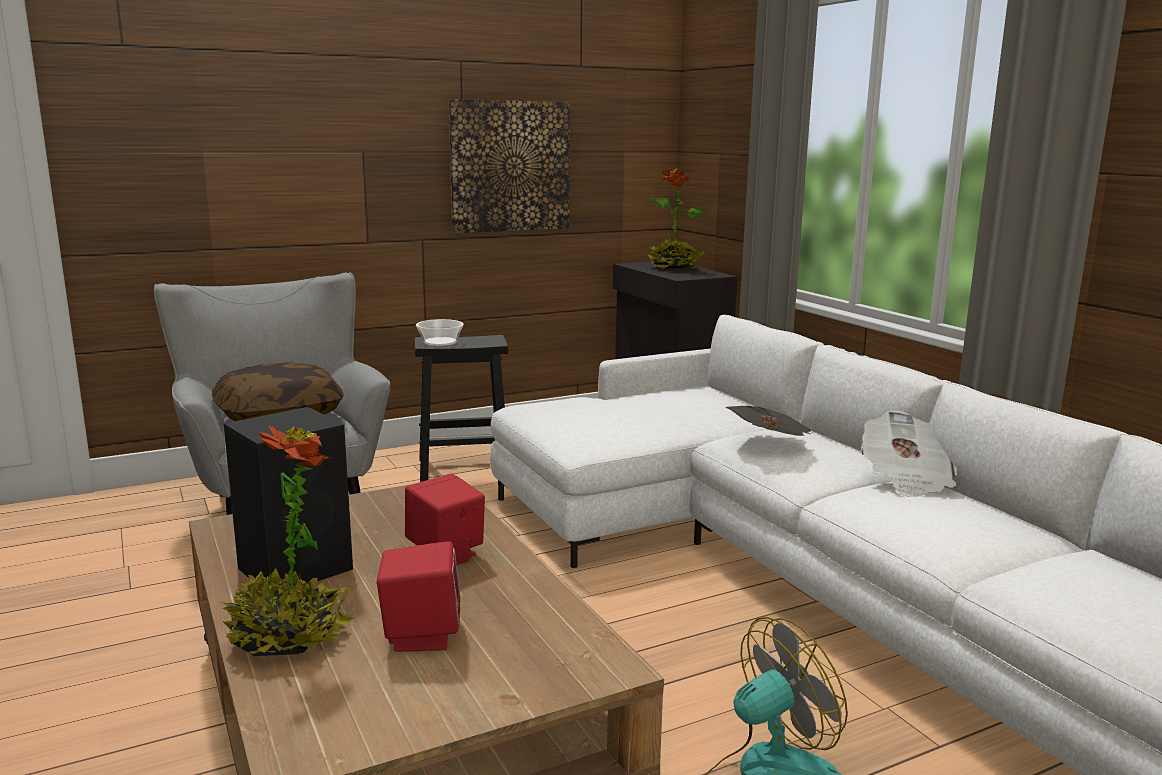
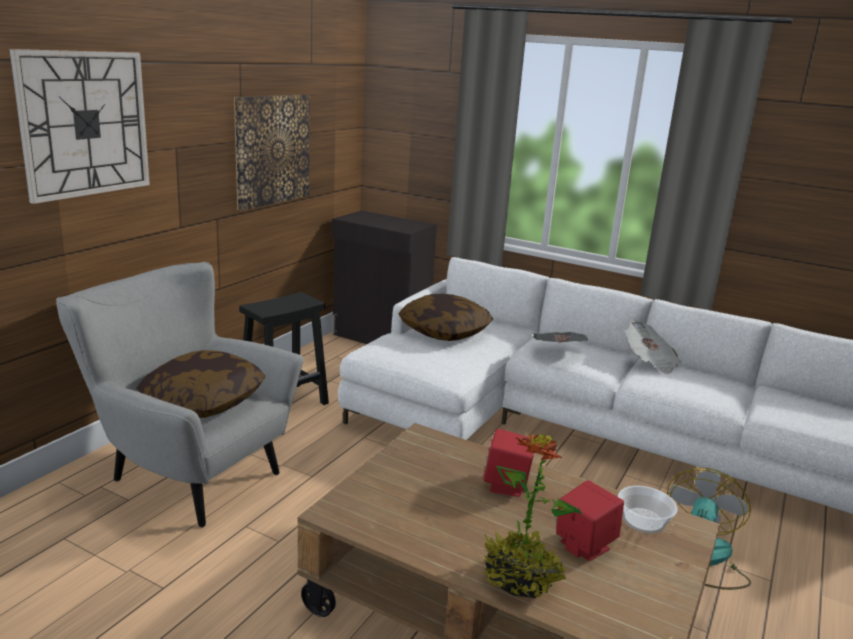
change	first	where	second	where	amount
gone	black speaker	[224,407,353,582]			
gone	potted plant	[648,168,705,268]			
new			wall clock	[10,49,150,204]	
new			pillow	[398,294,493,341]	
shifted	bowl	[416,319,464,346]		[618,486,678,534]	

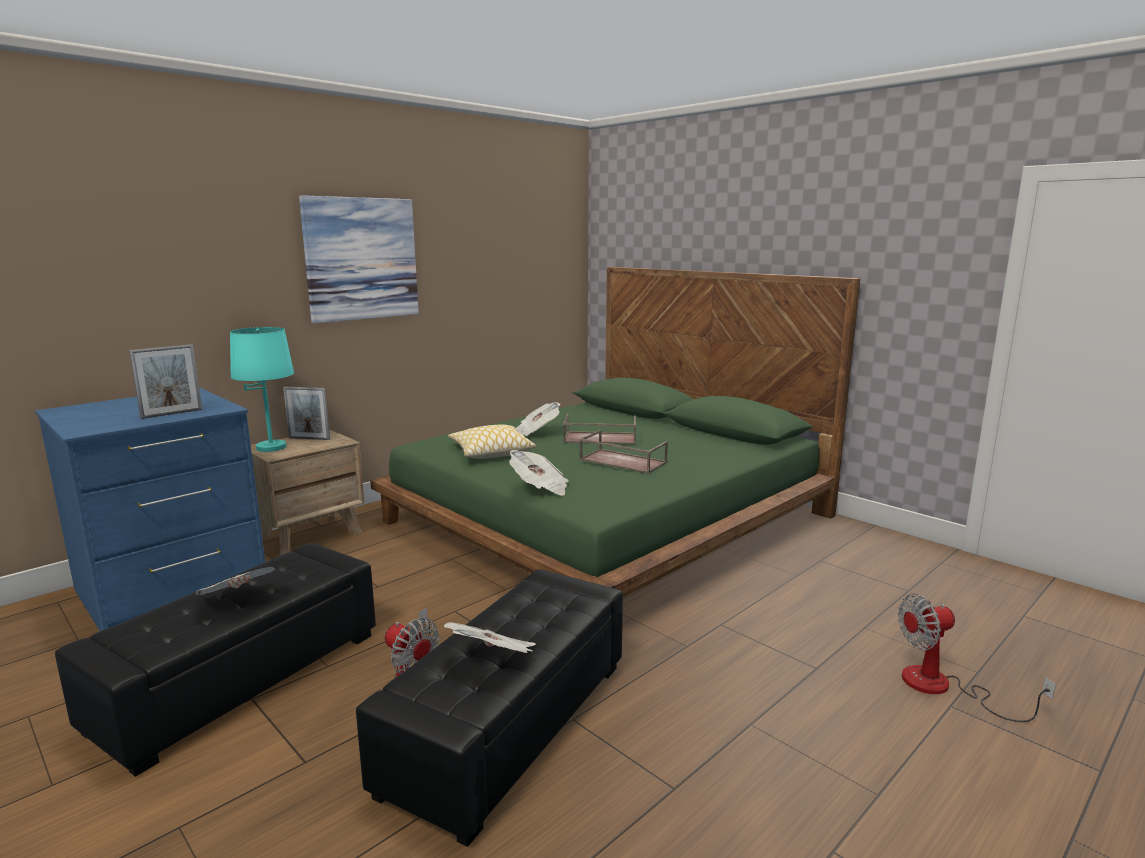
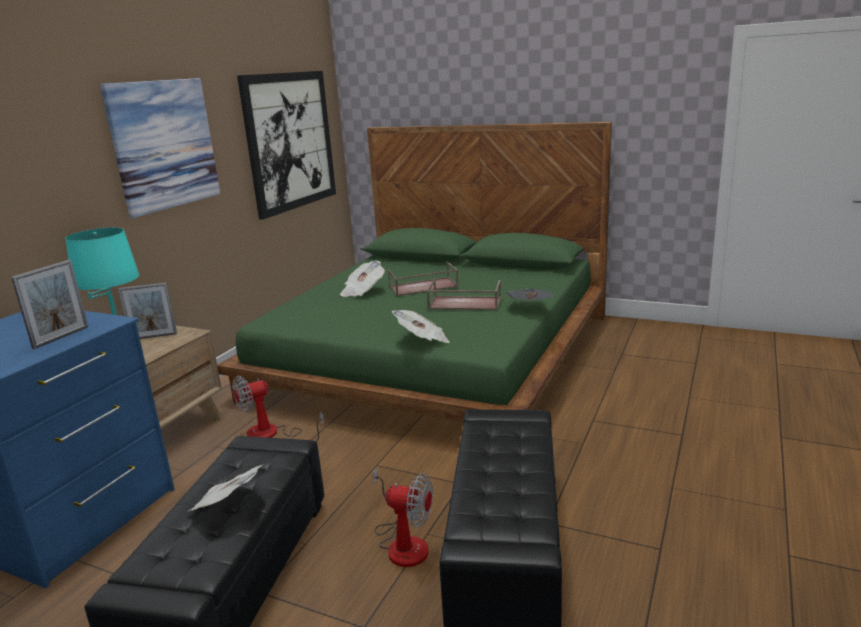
change	first	where	second	where	amount
gone	pillow	[448,424,536,459]			
new			picture	[237,71,336,220]	
shifted	newspaper	[444,622,536,653]		[505,289,555,300]	
shifted	fan	[898,594,1056,722]		[232,376,325,442]	

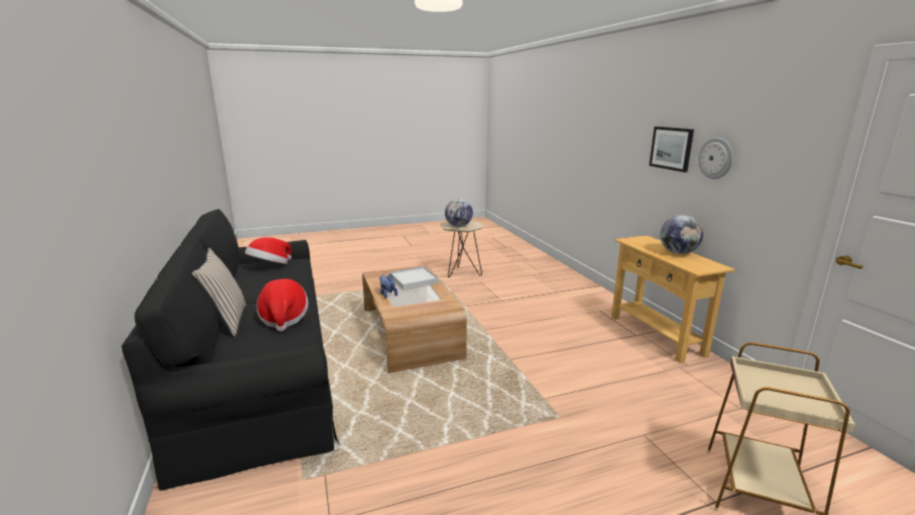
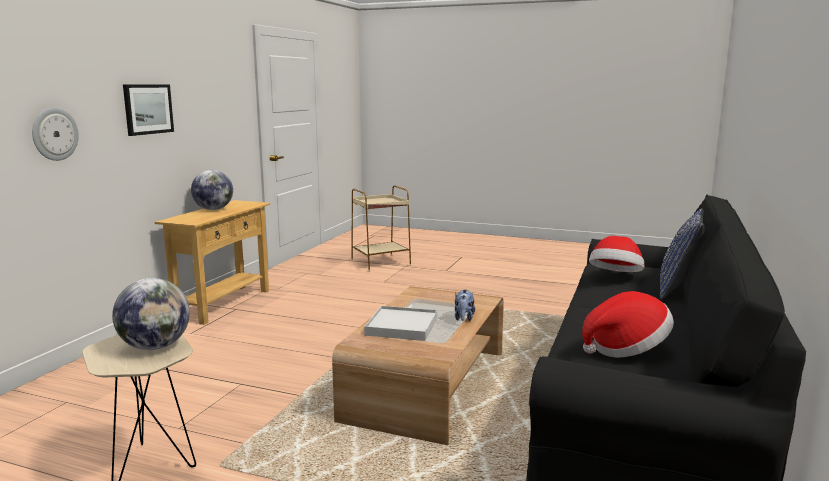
change	first	where	second	where	amount
shifted	wall clock	[698,137,733,179]		[32,107,79,161]	
repainted	beige pillow	[191,248,246,337]	blue pillow	[660,208,705,300]	

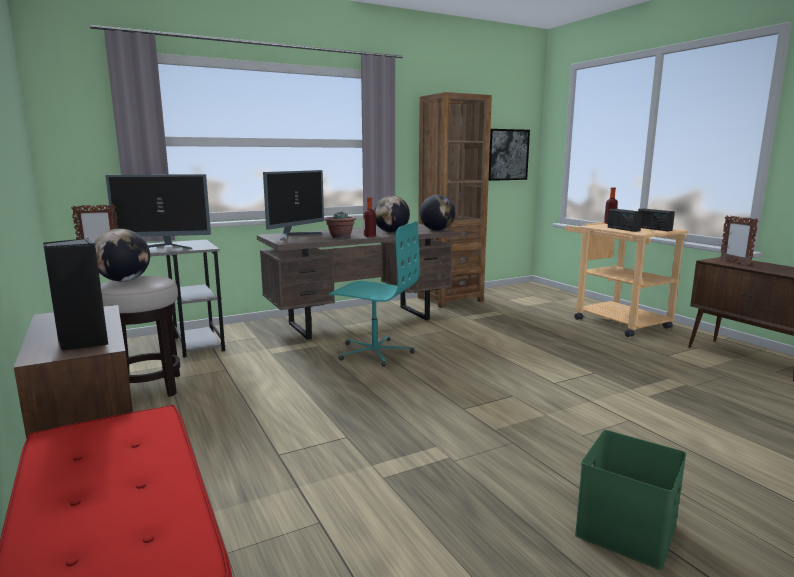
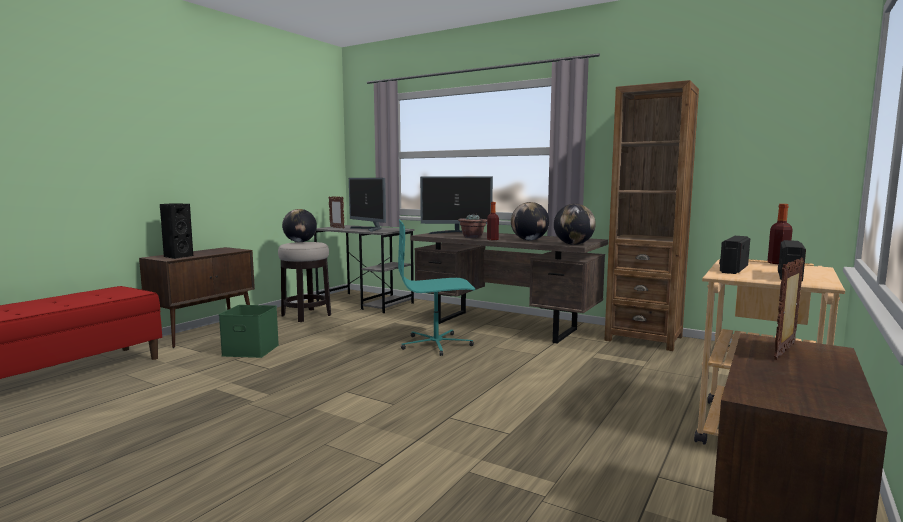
change	first	where	second	where	amount
gone	picture	[489,129,530,181]			
shifted	green storage box	[575,430,686,570]		[219,305,279,358]	
rotated	turquoise office chair	[329,221,420,366]		[398,220,475,356]	90 degrees clockwise

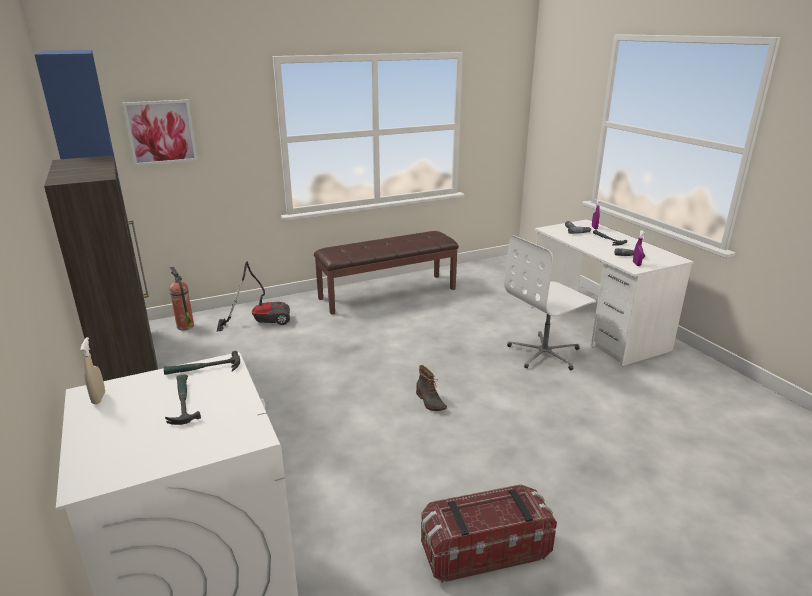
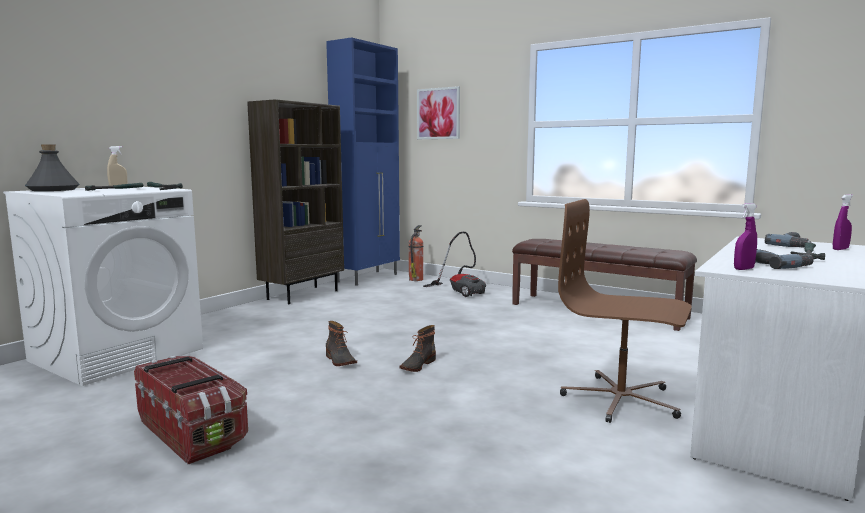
change	first	where	second	where	amount
new			grey bottle	[25,144,80,191]	
new			boot	[326,321,357,366]	
repainted	white office chair	[504,235,596,370]	brown office chair	[558,199,692,423]	

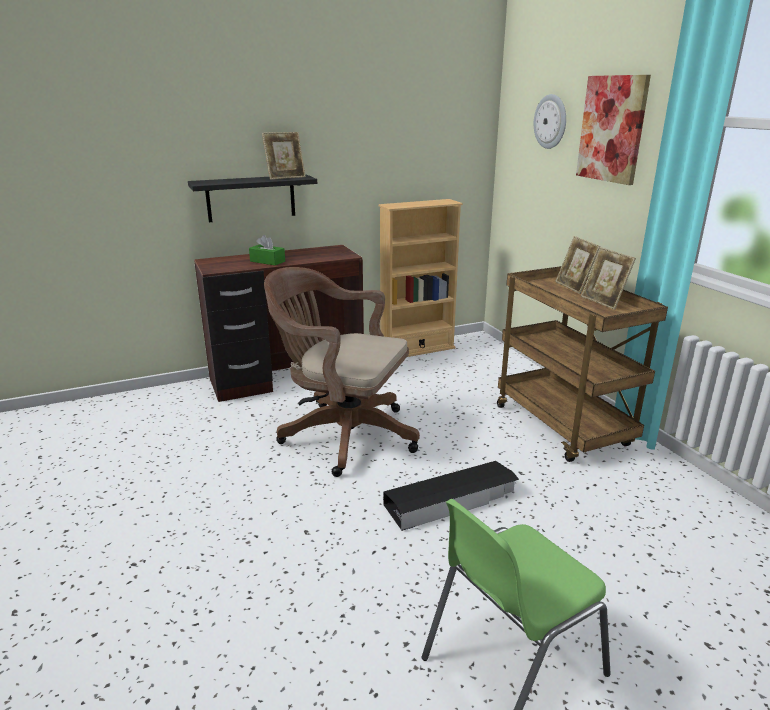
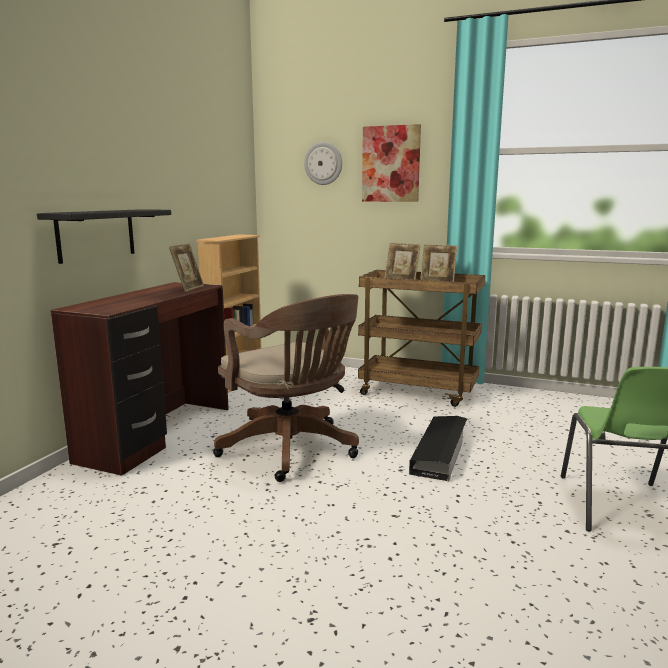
change	first	where	second	where	amount
gone	green tissue box	[249,235,285,265]			
shifted	picture frame	[262,132,306,180]		[169,243,204,292]	
rotated	brown office chair	[264,267,420,477]		[213,294,359,482]	105 degrees counterclockwise

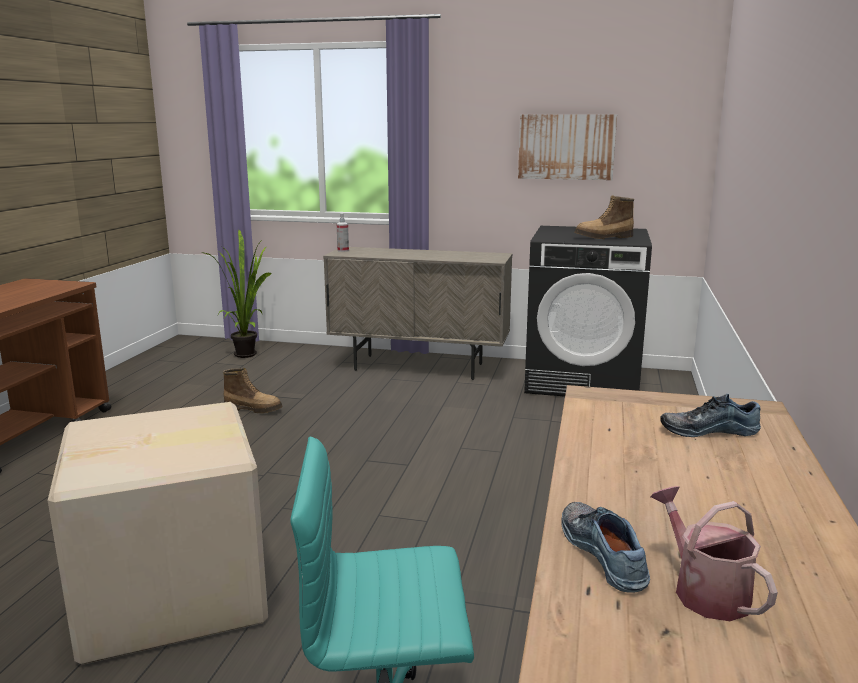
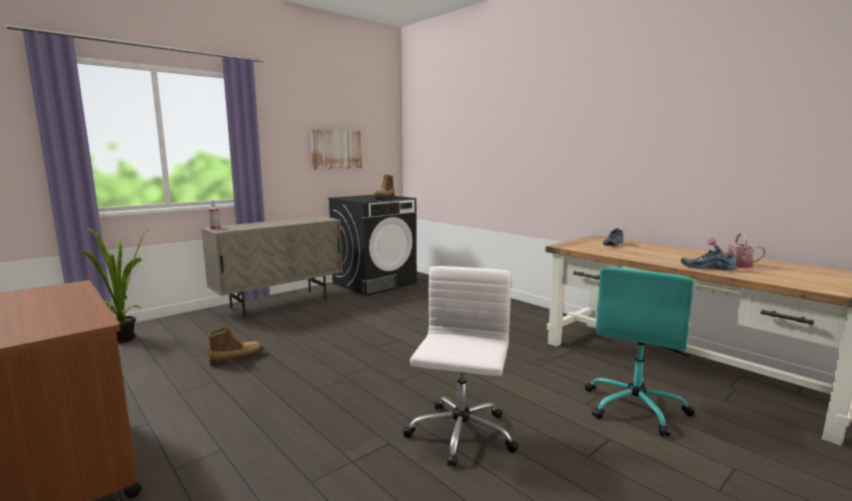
change	first	where	second	where	amount
swapped	cardboard box	[48,402,268,665]	white office chair	[403,266,518,467]	

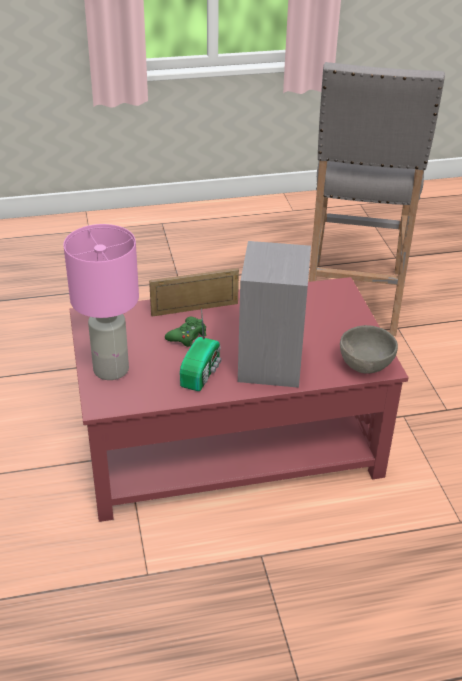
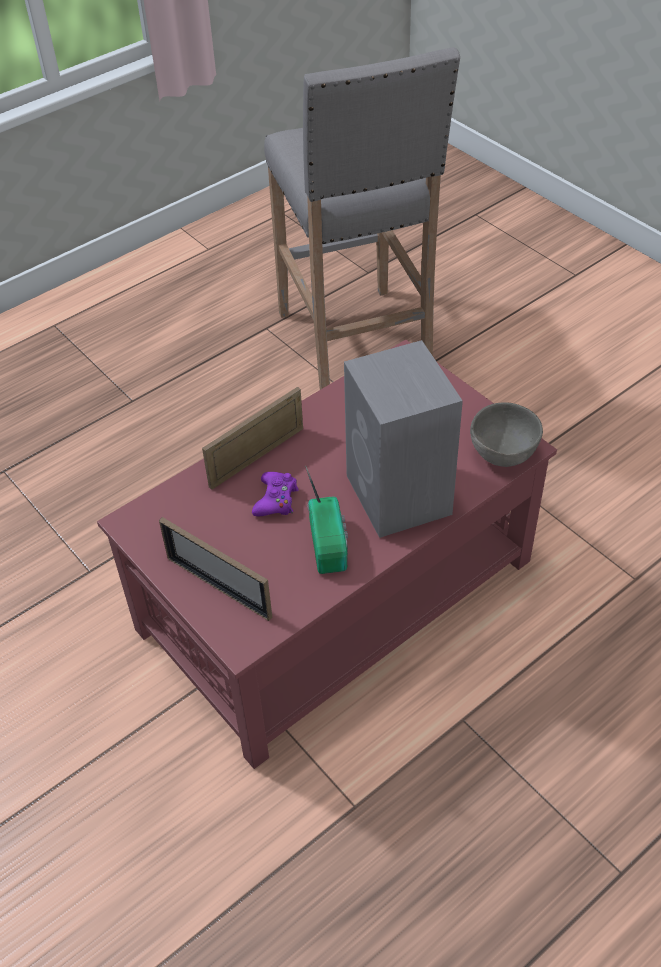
change	first	where	second	where	amount
swapped	pink table lamp	[63,224,139,380]	picture frame	[159,517,272,621]	
repainted	green game controller	[165,317,206,347]	purple game controller	[252,472,299,516]	

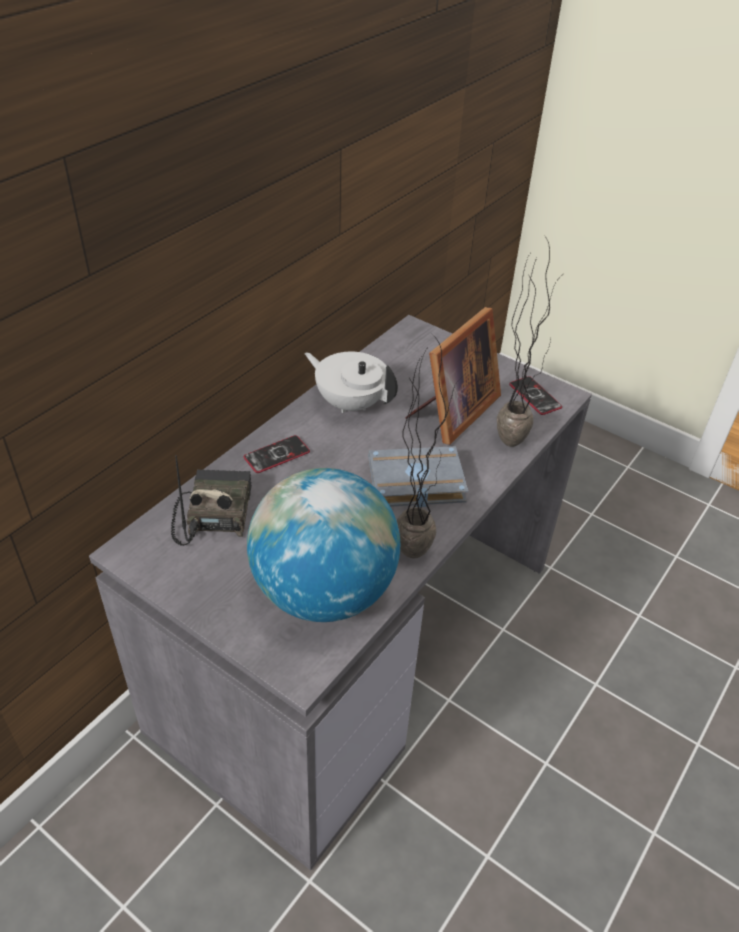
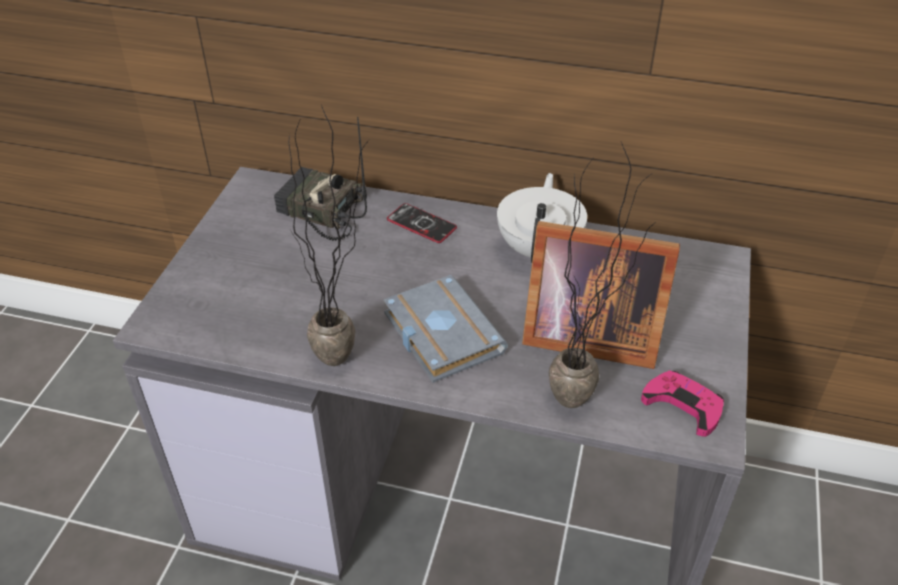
change	first	where	second	where	amount
gone	globe	[247,468,400,622]			
swapped	phone	[509,376,562,415]	pink game controller	[641,370,724,437]	
rotated	radio	[171,455,252,546]		[274,117,367,241]	135 degrees counterclockwise

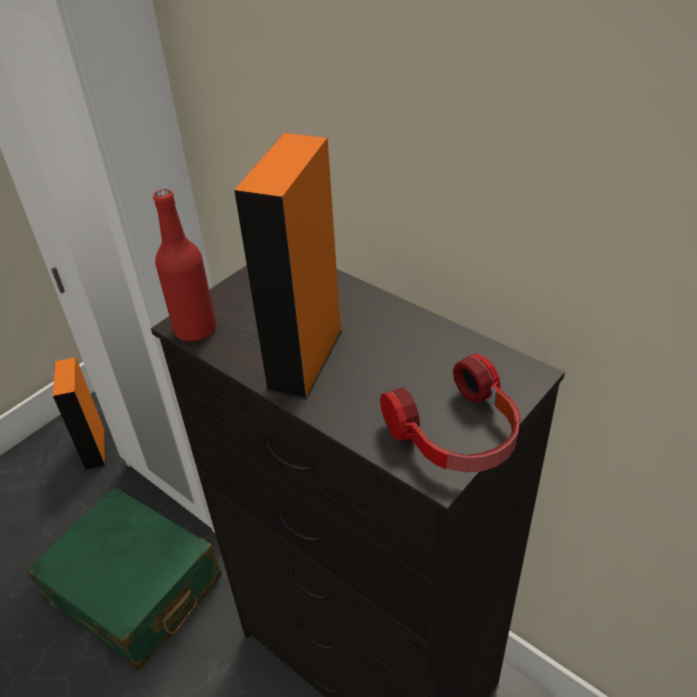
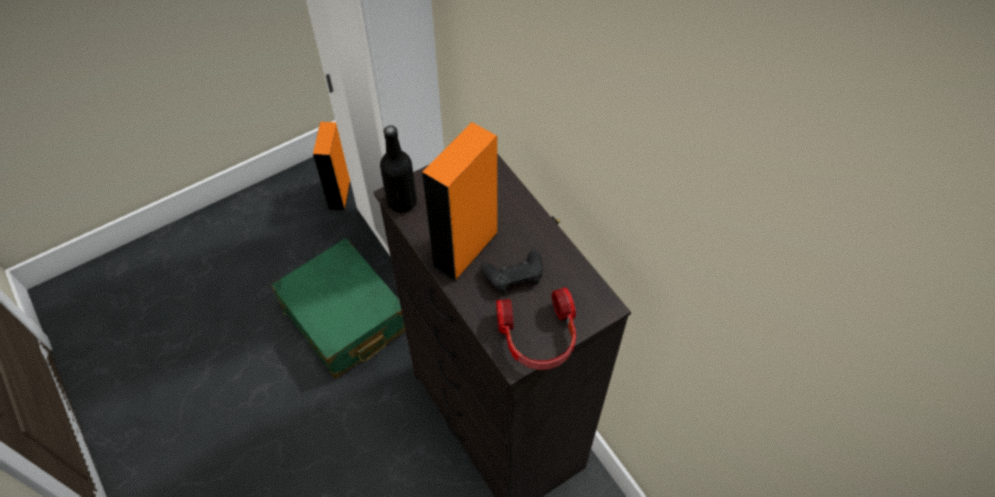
change	first	where	second	where	amount
new			black game controller	[480,250,543,293]	
repainted	red bottle	[153,189,216,342]	black bottle	[380,125,417,213]	

